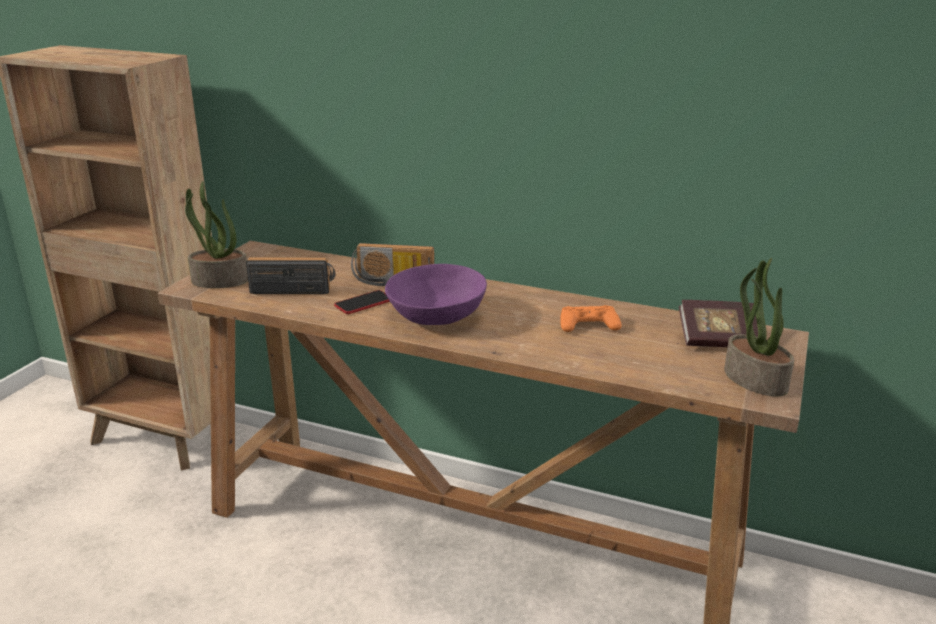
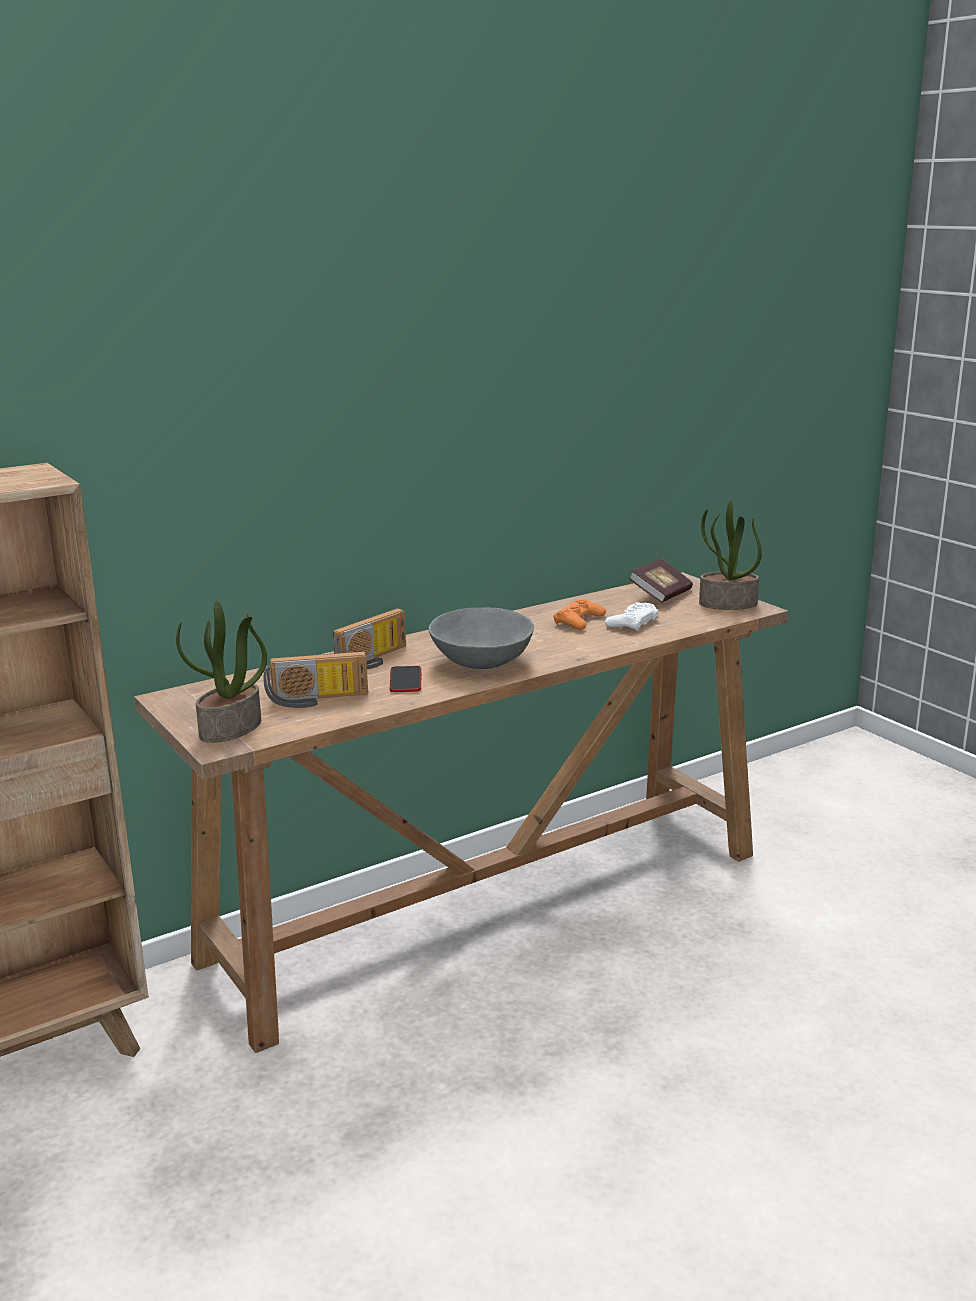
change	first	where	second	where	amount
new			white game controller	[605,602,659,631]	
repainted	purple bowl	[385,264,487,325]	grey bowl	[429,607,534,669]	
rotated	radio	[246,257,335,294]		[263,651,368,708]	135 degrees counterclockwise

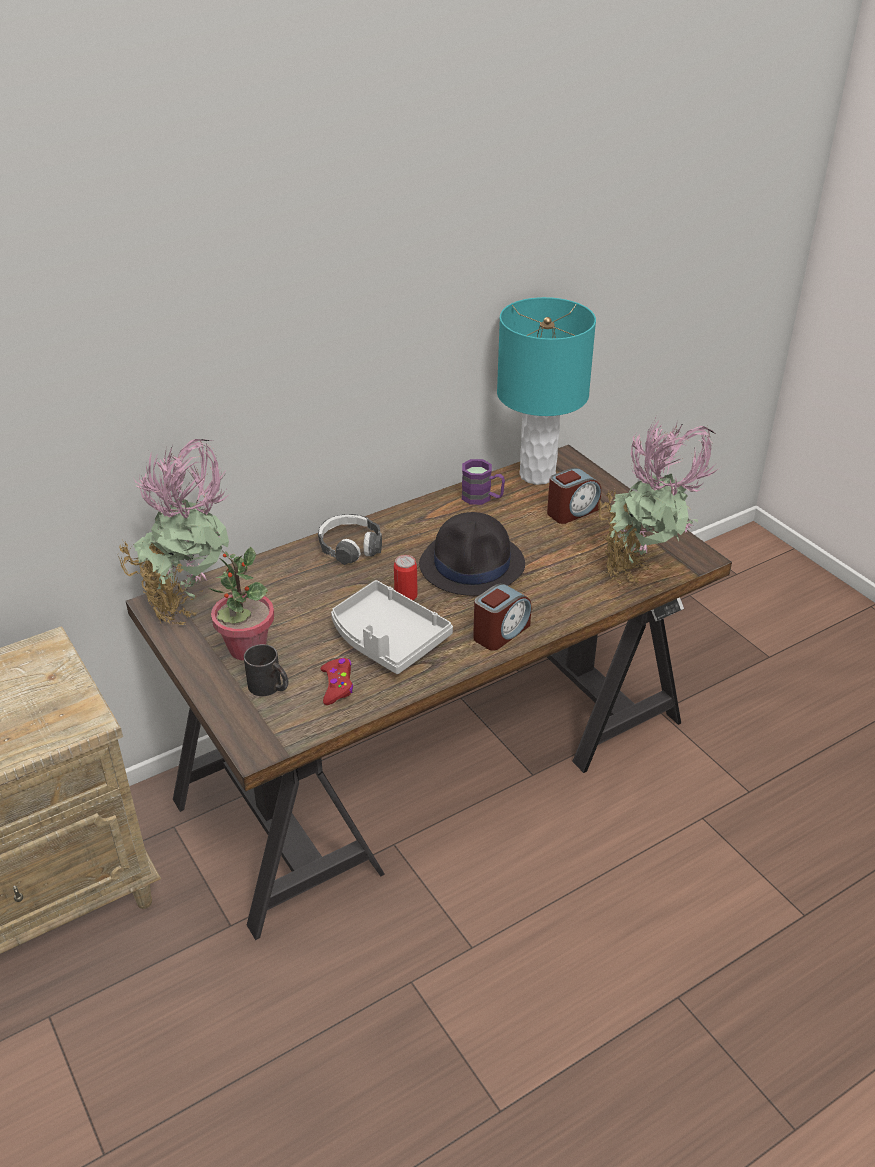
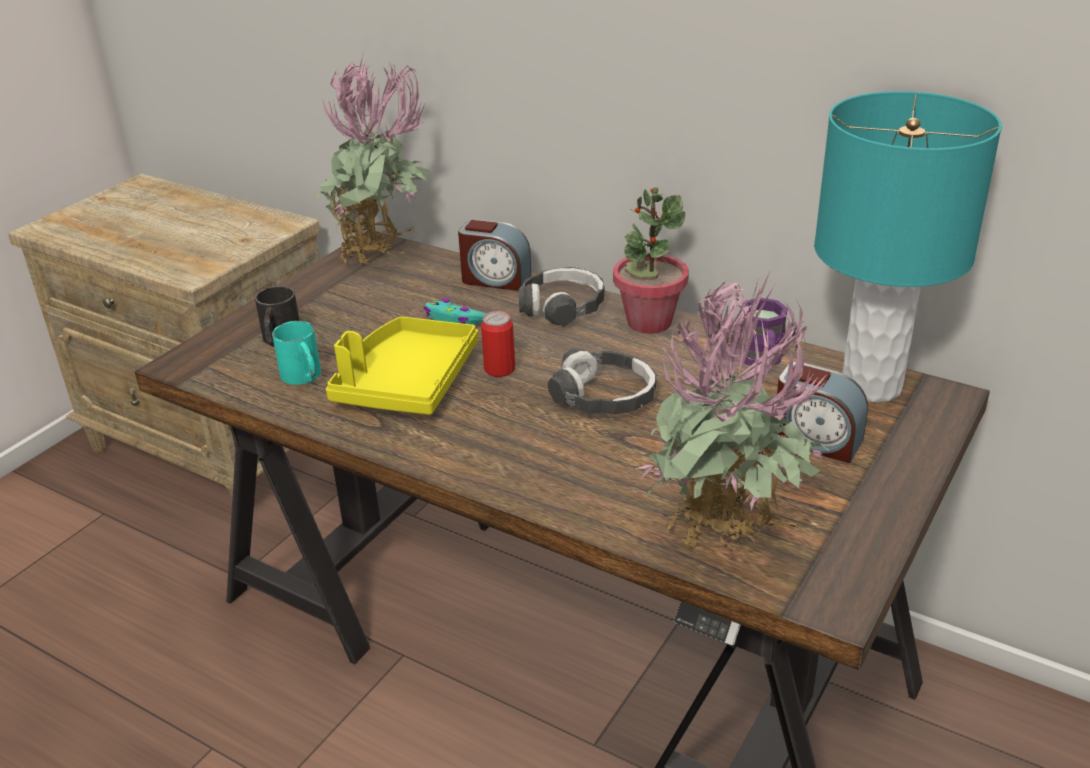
change	first	where	second	where	amount
new			turquoise game controller	[424,298,486,325]	
shifted	potted plant	[209,547,274,661]		[613,187,689,334]	
shifted	alarm clock	[473,583,531,651]		[458,219,531,291]	
swapped	red game controller	[320,658,353,705]	turquoise mug	[272,321,321,385]	
swapped	black hat	[419,512,525,596]	headphones	[548,348,656,414]	
repainted	grey tray	[331,580,453,674]	yellow tray	[326,317,478,415]	

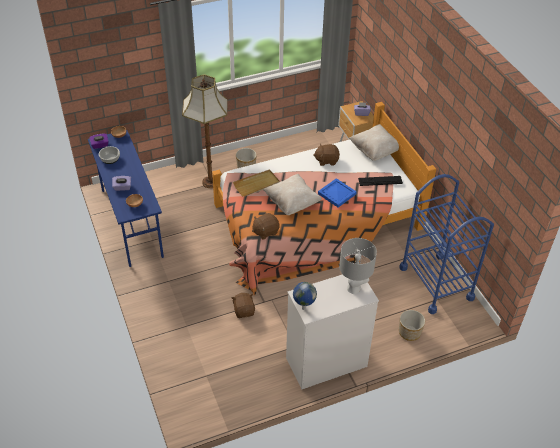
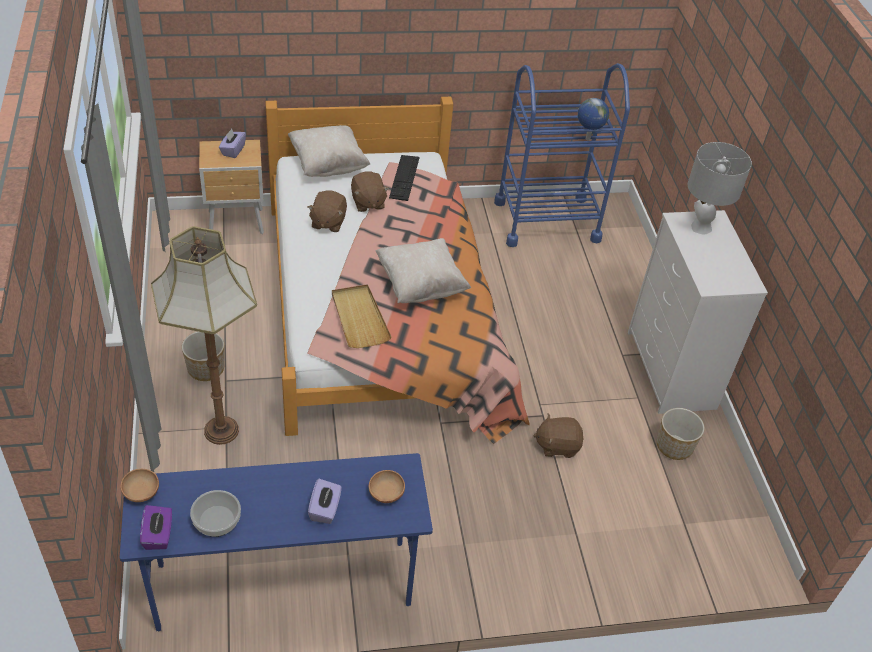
change	first	where	second	where	amount
gone	blue tray	[318,178,357,207]			
shifted	brown plush toy	[252,213,280,240]		[351,171,389,212]	
shifted	globe	[293,282,317,310]		[578,98,609,141]	
shifted	planter	[399,310,425,341]		[657,408,705,460]	

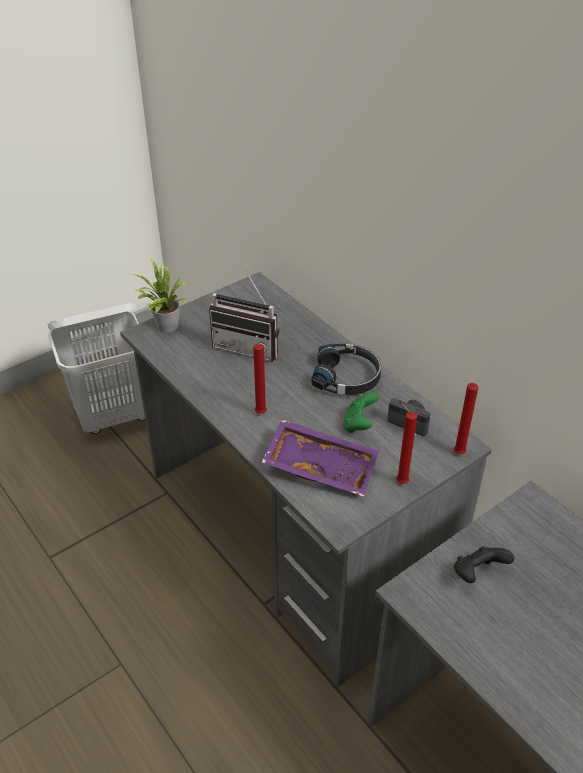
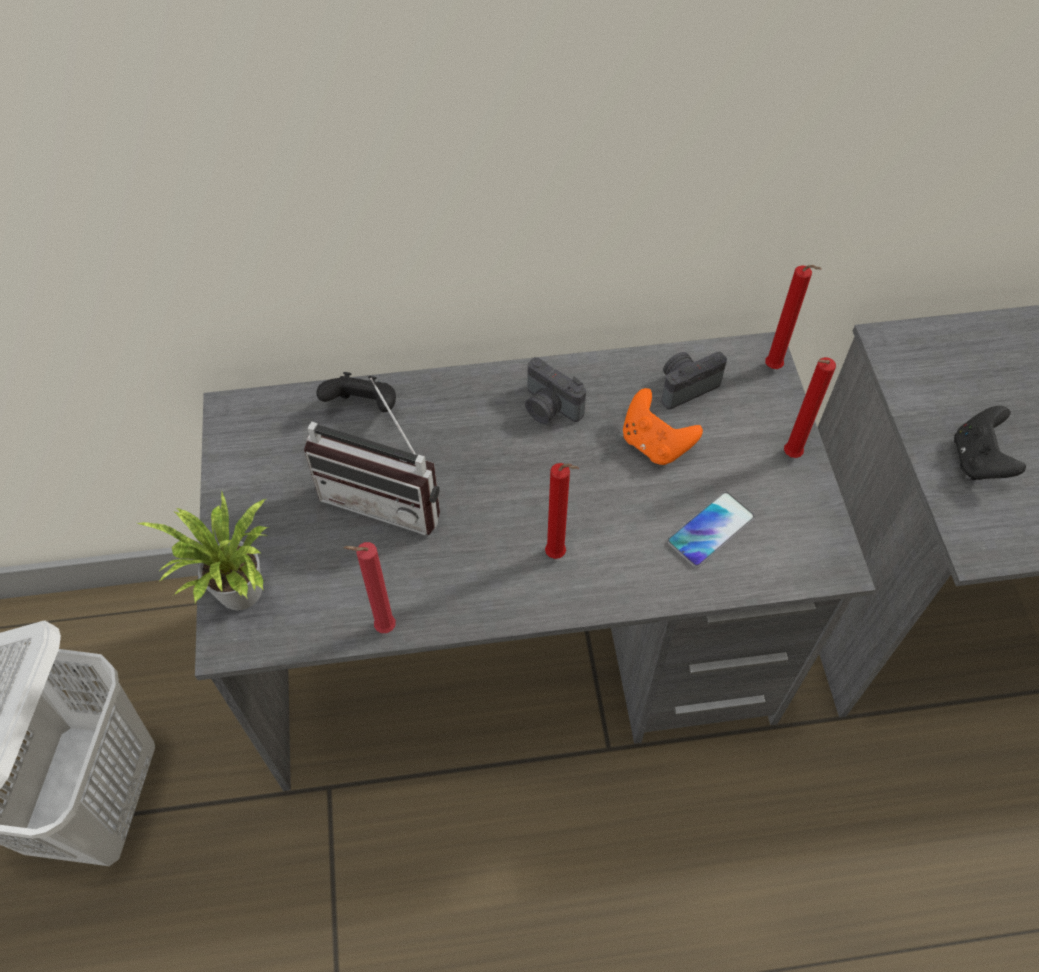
change	first	where	second	where	amount
new			black game controller	[316,372,396,412]	
new			red candle	[343,542,396,633]	
swapped	purple tray	[262,420,379,497]	phone	[667,492,755,568]	
swapped	black headphones	[311,344,381,395]	photo camera	[525,357,586,424]	
repainted	green game controller	[343,392,379,433]	orange game controller	[623,388,703,465]	
rotated	radio	[209,270,279,361]		[304,378,440,536]	60 degrees clockwise

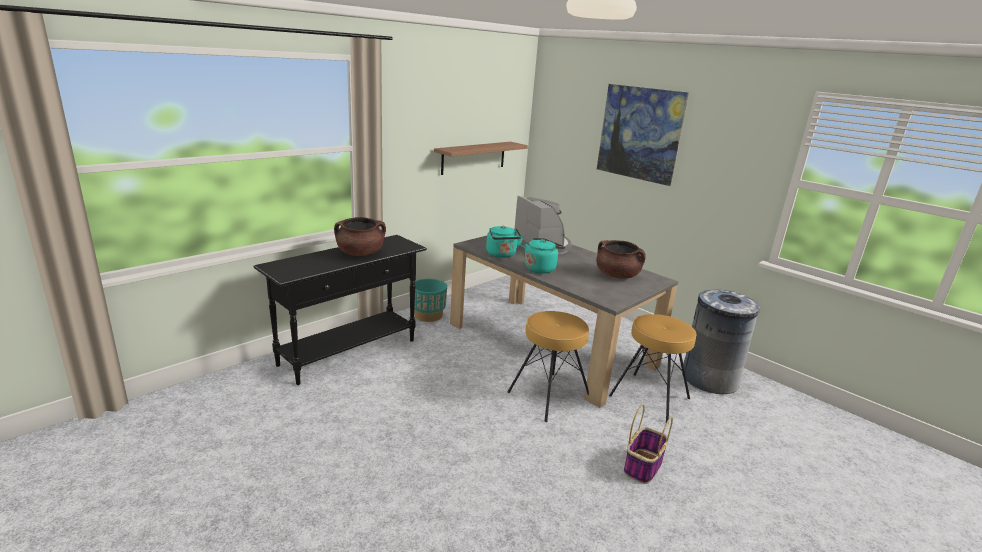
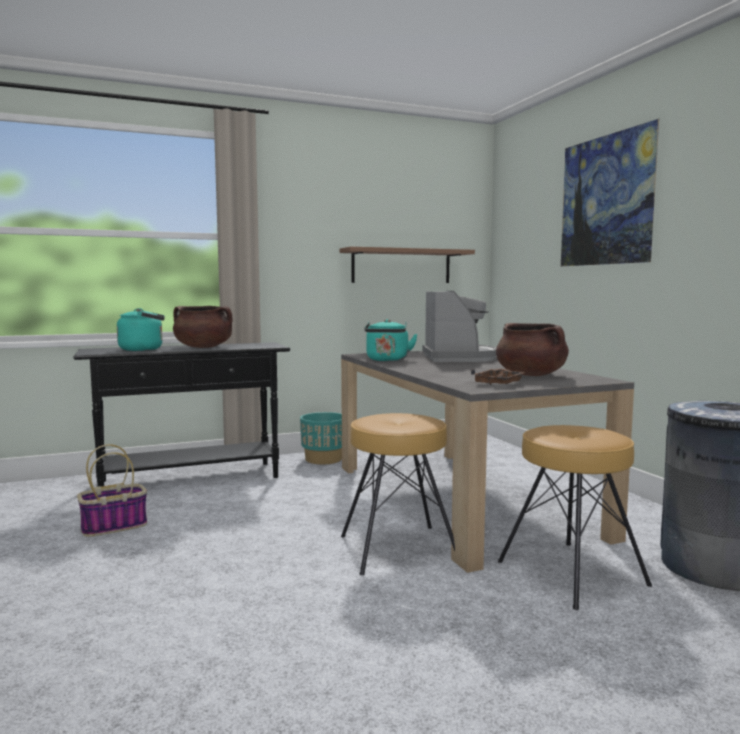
change	first	where	second	where	amount
new			brown tray	[471,368,526,385]	
shifted	turquoise kettle	[525,237,565,274]		[117,308,165,351]	
shifted	basket	[624,404,673,484]		[77,444,147,537]	

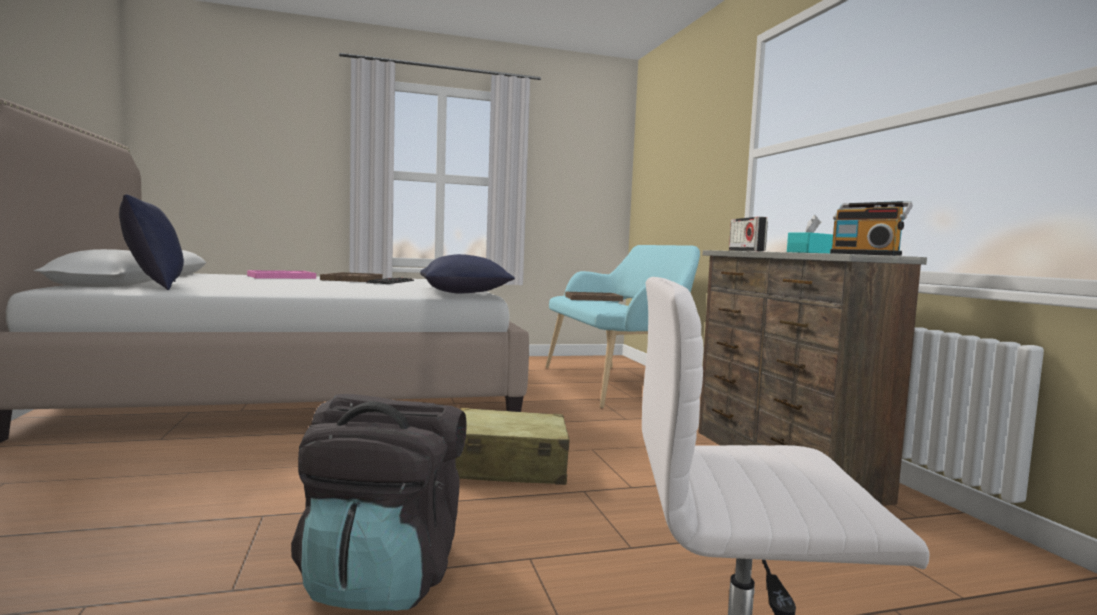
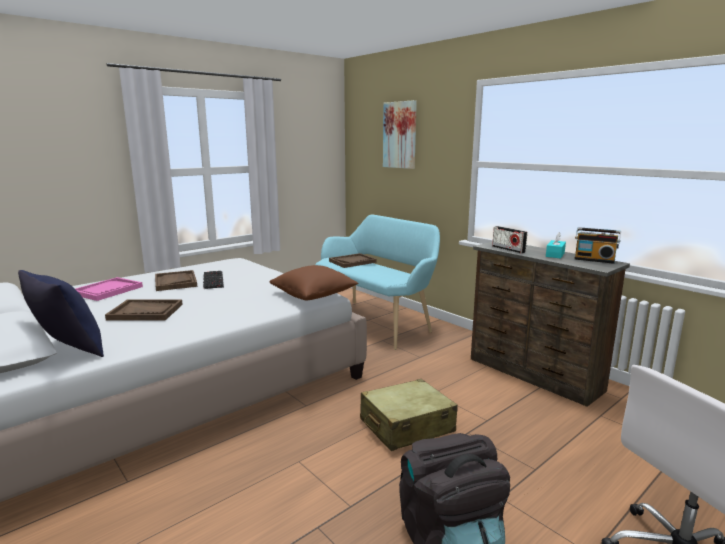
change	first	where	second	where	amount
new			brown tray	[105,299,183,320]	
new			picture	[383,100,417,169]	
repainted	blue pillow	[420,254,515,293]	brown pillow	[270,265,358,300]	

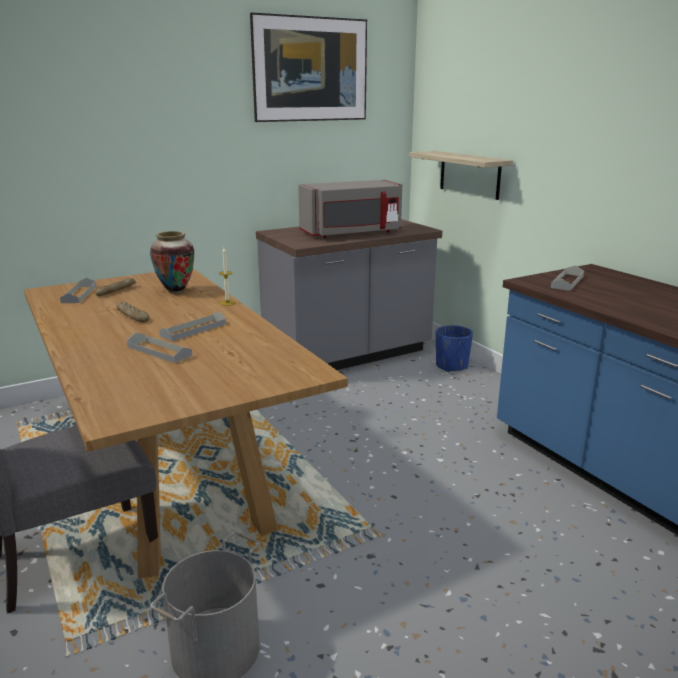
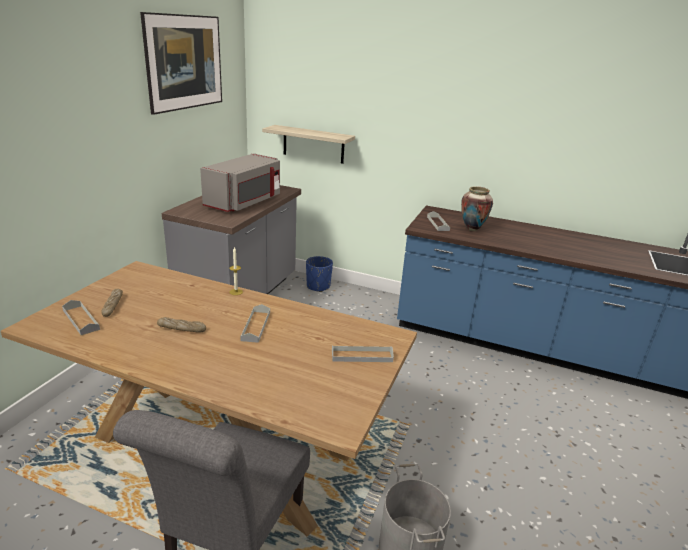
change	first	where	second	where	amount
shifted	grey tray	[127,333,192,363]		[332,345,394,362]	
shifted	vase	[150,231,194,294]		[461,186,493,231]	

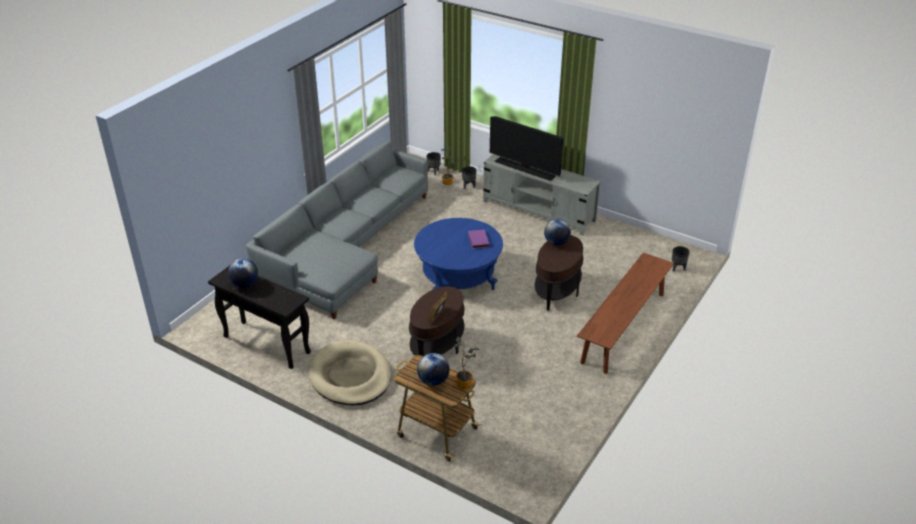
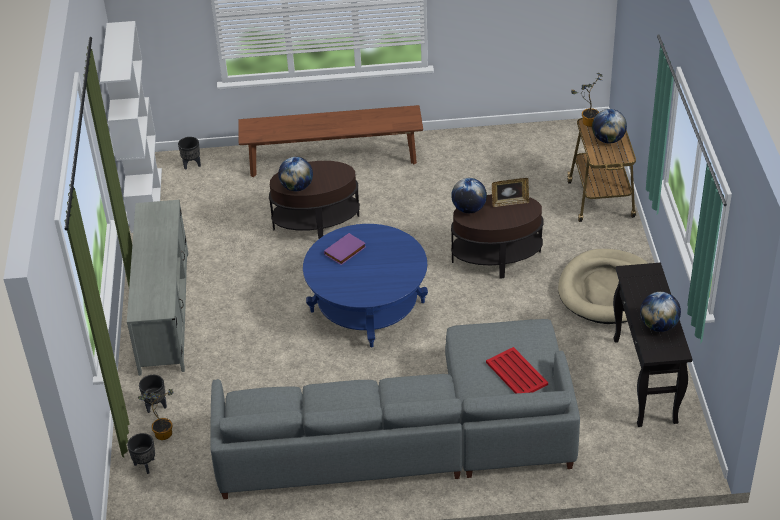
change	first	where	second	where	amount
gone	television	[490,116,564,181]			
new			white bookcase	[100,21,162,233]	
new			globe	[451,178,487,213]	
new			red tray	[486,347,548,394]	

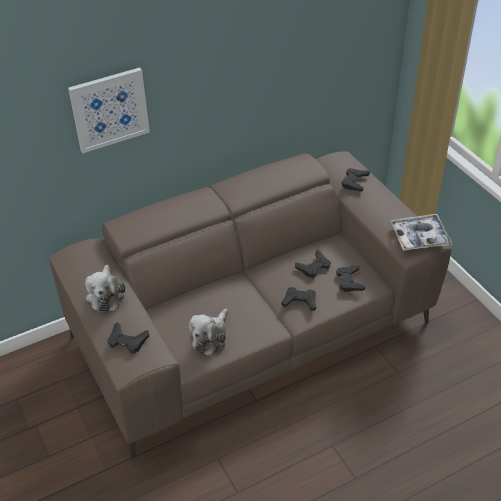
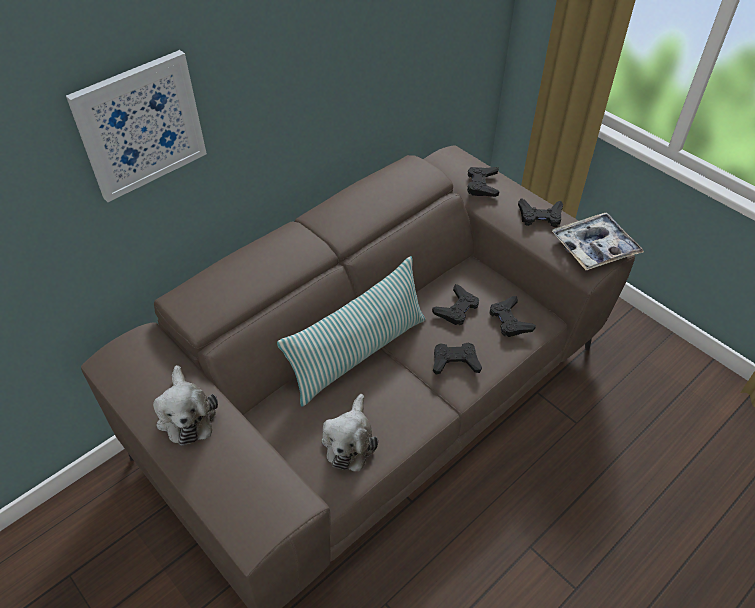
change	first	where	second	where	amount
new			pillow	[277,256,425,407]	
shifted	black game controller	[108,322,149,354]		[518,198,563,227]	

